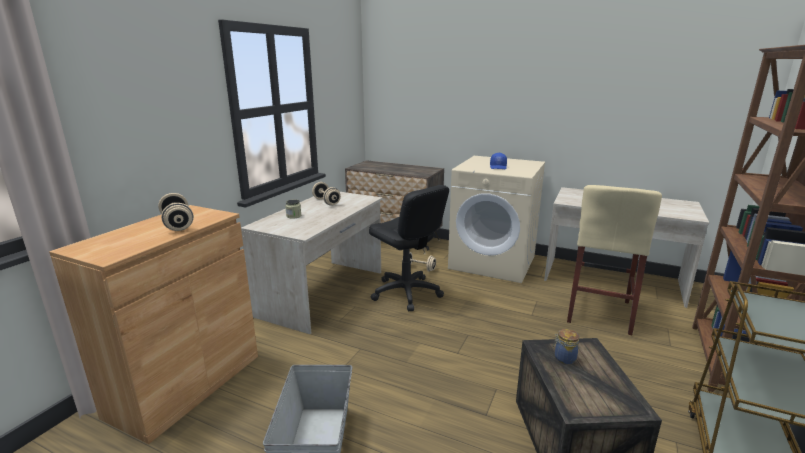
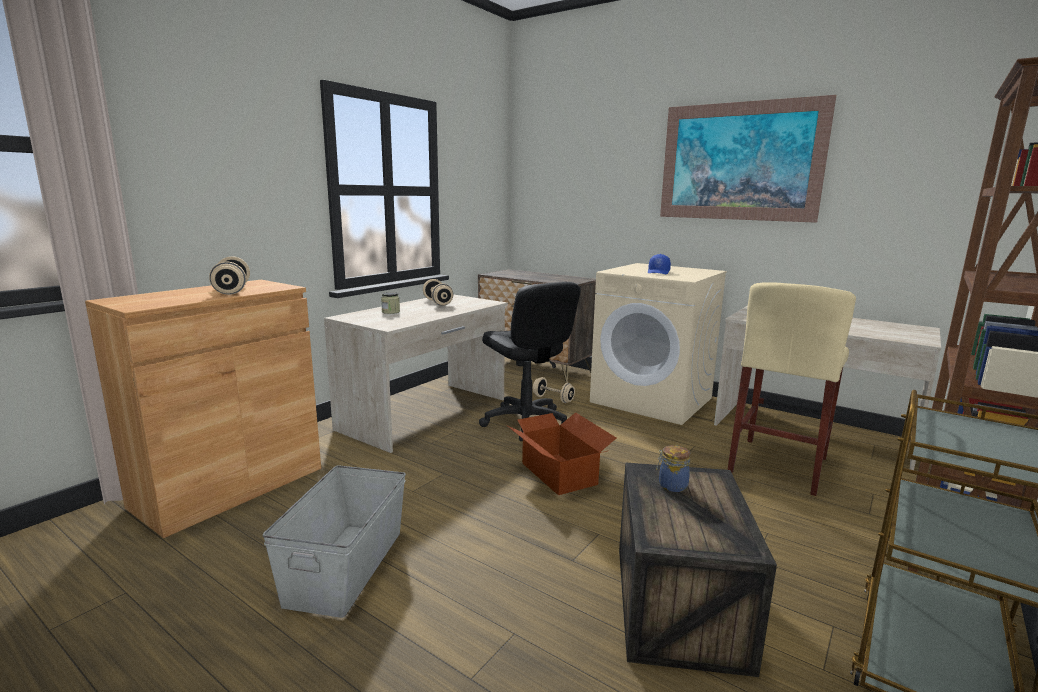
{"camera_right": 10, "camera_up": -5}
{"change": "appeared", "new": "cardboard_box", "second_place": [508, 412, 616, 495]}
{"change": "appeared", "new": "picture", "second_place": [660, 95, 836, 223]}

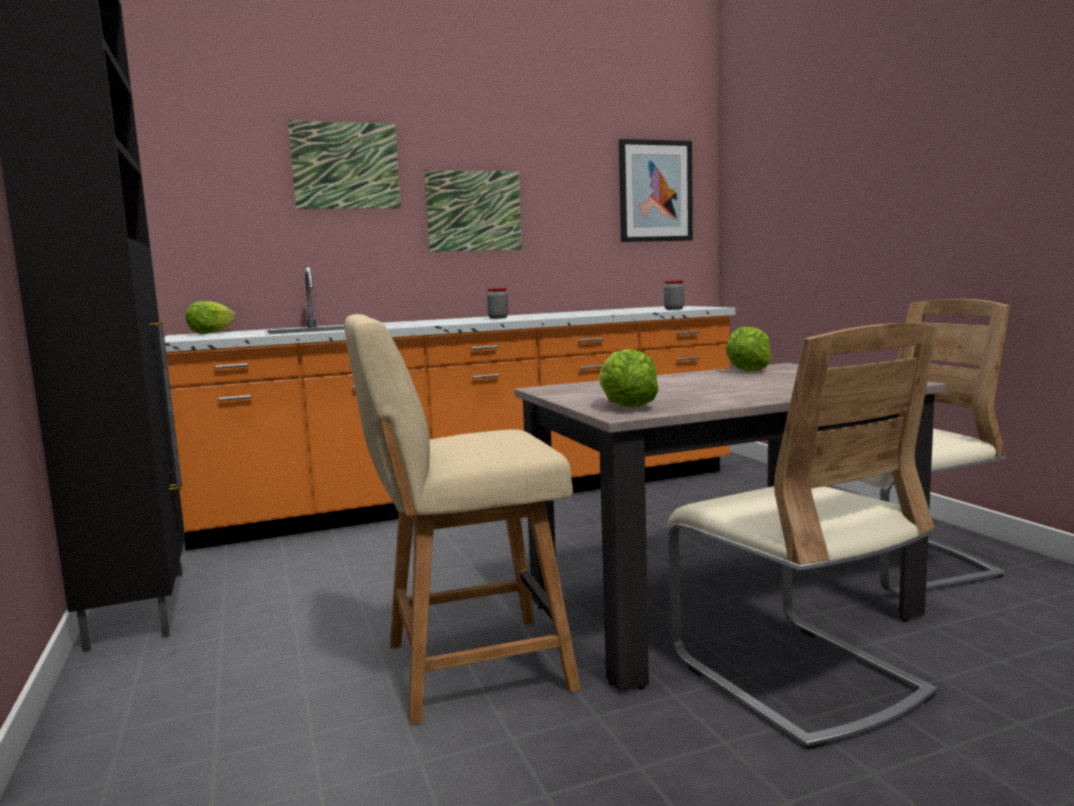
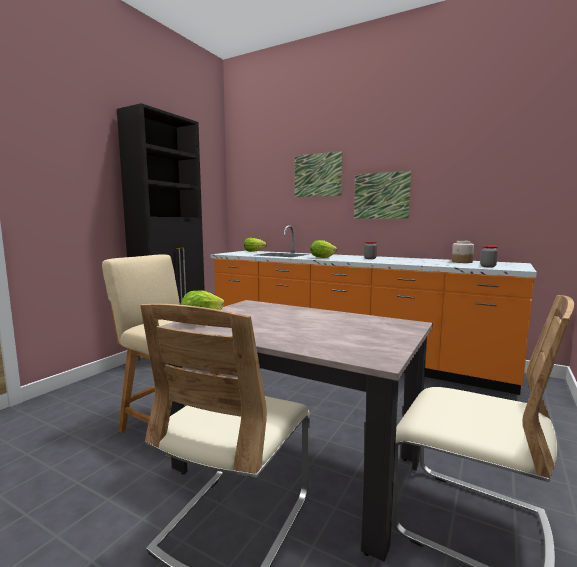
{"camera_right": 50, "camera_up": 0}
{"change": "missing", "old": "picture", "first_place": [619, 139, 693, 242]}
{"change": "relocated", "old": "lettuce", "first_place": [725, 326, 771, 371], "second_place": [310, 240, 337, 258]}
{"change": "appeared", "new": "jar", "second_place": [452, 241, 474, 263]}

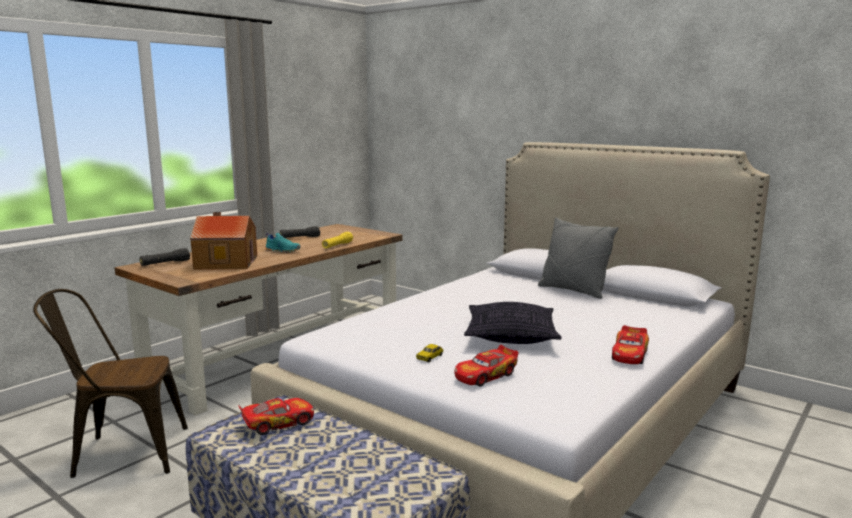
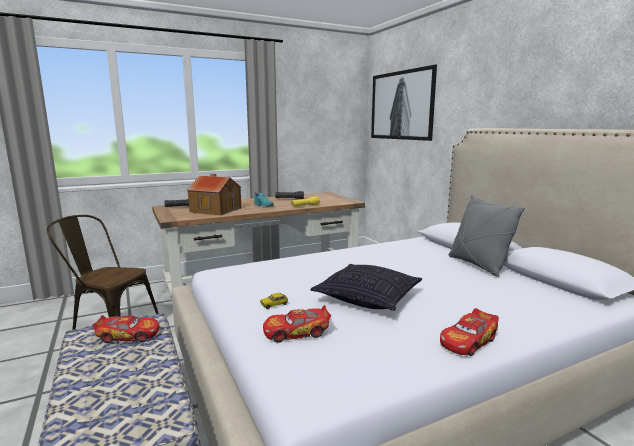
{"camera_right": 25, "camera_up": 0}
{"change": "appeared", "new": "picture", "second_place": [371, 64, 437, 141]}

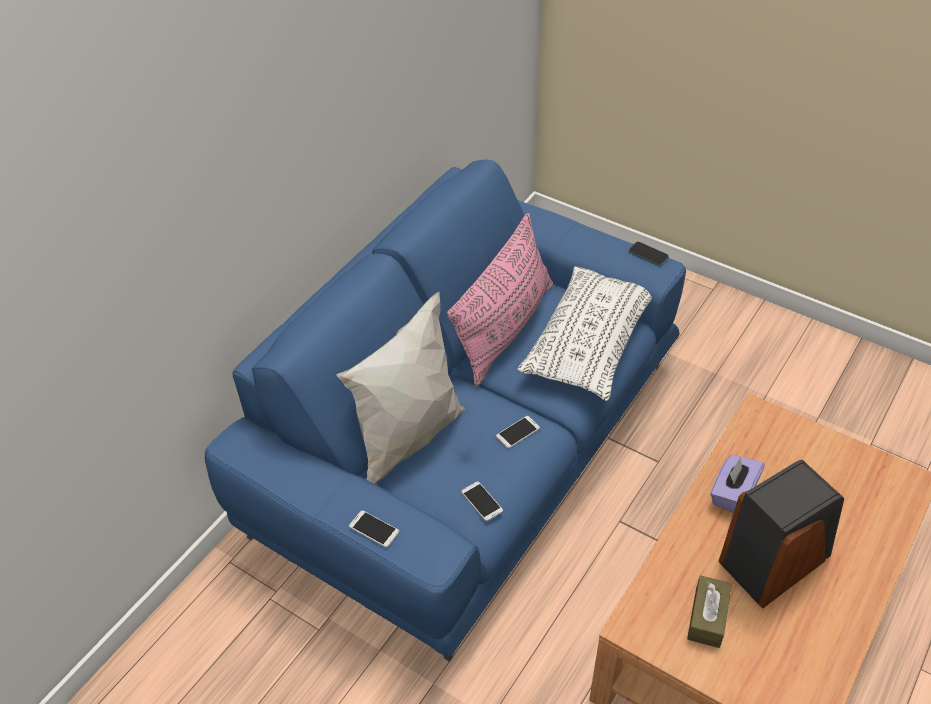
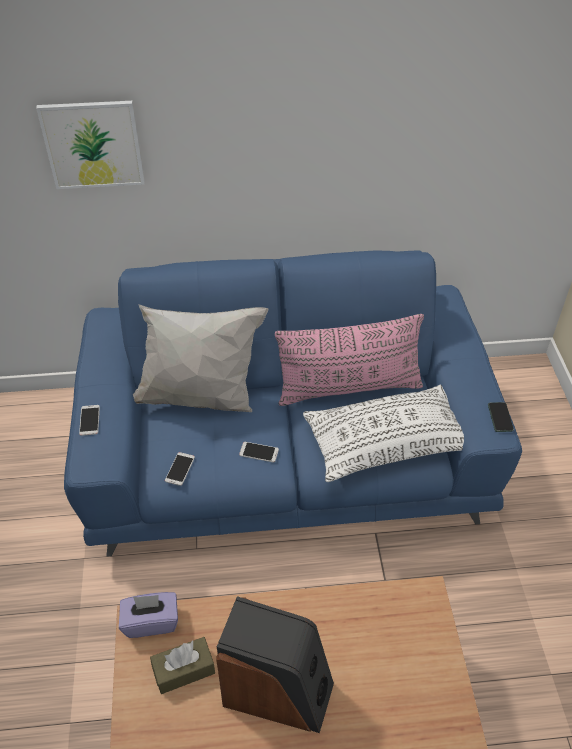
{"camera_right": 50, "camera_up": 0}
{"change": "relocated", "old": "purple_tissue_box", "first_place": [710, 455, 765, 513], "second_place": [119, 592, 178, 638]}
{"change": "appeared", "new": "picture", "second_place": [36, 101, 145, 189]}

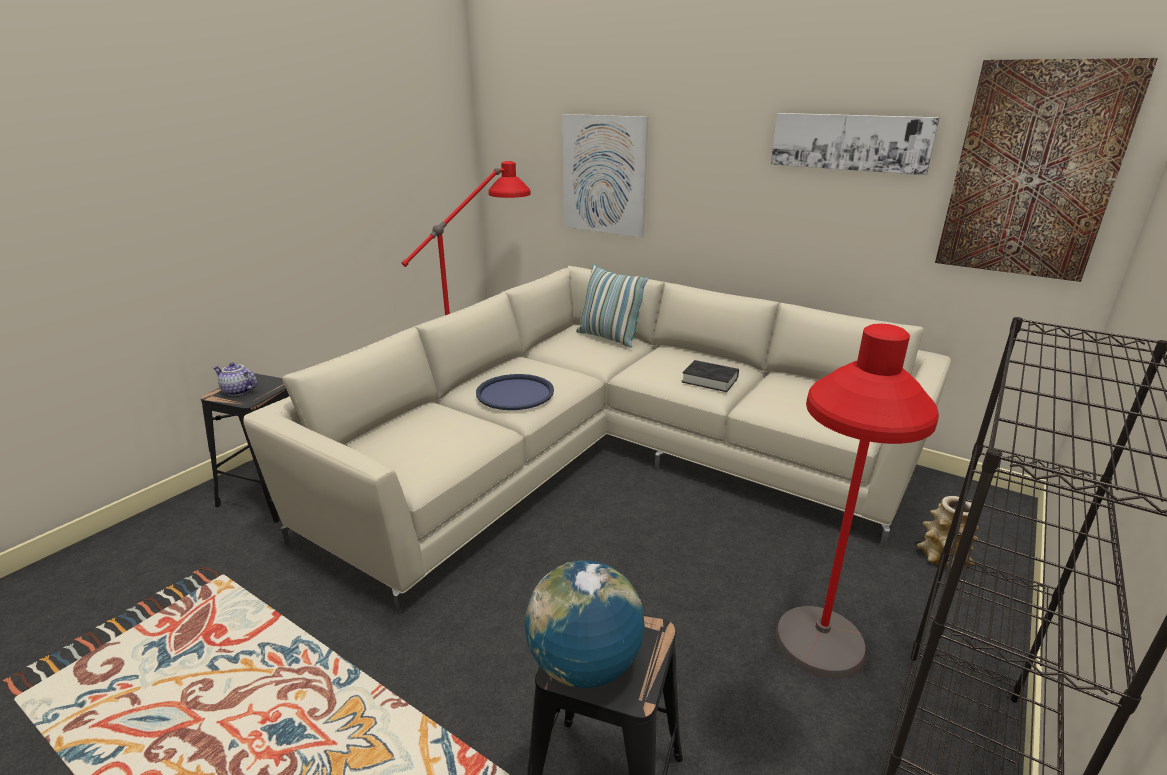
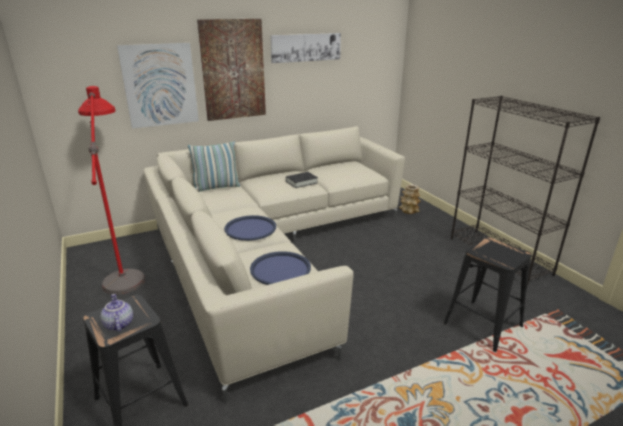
{"camera_right": -60, "camera_up": 0}
{"change": "spun", "old": "teapot", "first_place": [213, 362, 257, 396], "second_place": [101, 294, 133, 332], "degrees": 105}
{"change": "missing", "old": "globe", "first_place": [525, 561, 645, 688]}
{"change": "missing", "old": "red_floor_lamp", "first_place": [775, 324, 939, 678]}
{"change": "relocated", "old": "picture", "first_place": [935, 58, 1158, 282], "second_place": [197, 19, 266, 121]}
{"change": "appeared", "new": "blue_tray", "second_place": [250, 251, 311, 285]}

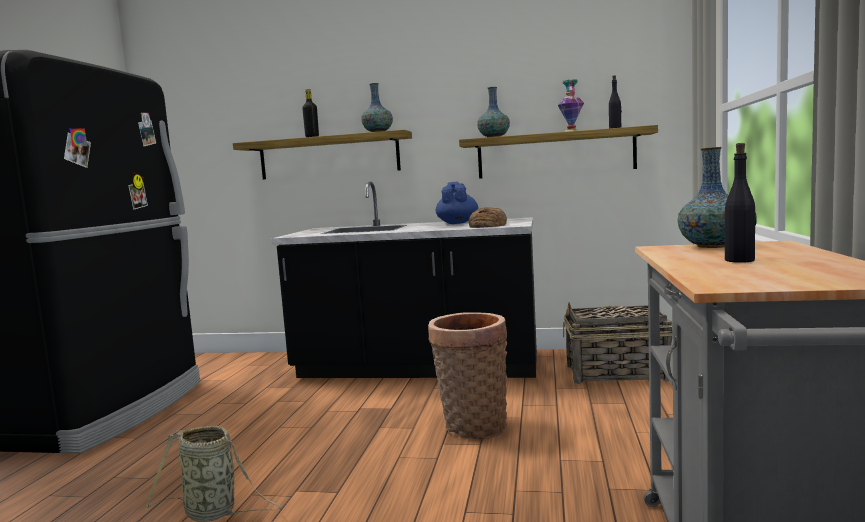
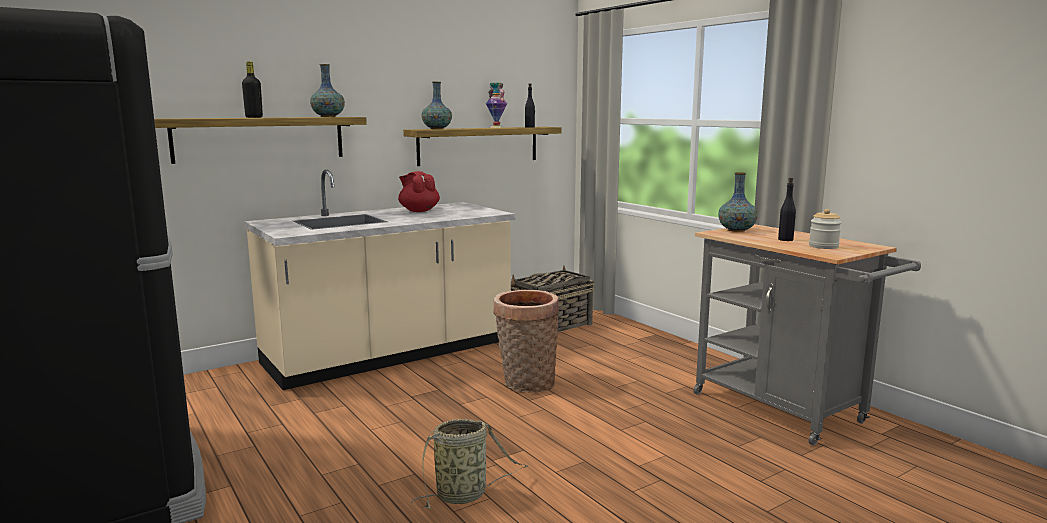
{"camera_right": -45, "camera_up": 5}
{"change": "colour", "old": "black_counter", "new": "beige_counter", "first_place": [272, 181, 537, 378], "second_place": [244, 169, 515, 390]}
{"change": "colour", "old": "blue_teapot", "new": "red_teapot", "first_place": [436, 182, 478, 224], "second_place": [398, 171, 440, 212]}
{"change": "missing", "old": "bread", "first_place": [468, 207, 507, 228]}
{"change": "appeared", "new": "jar", "second_place": [809, 209, 842, 249]}

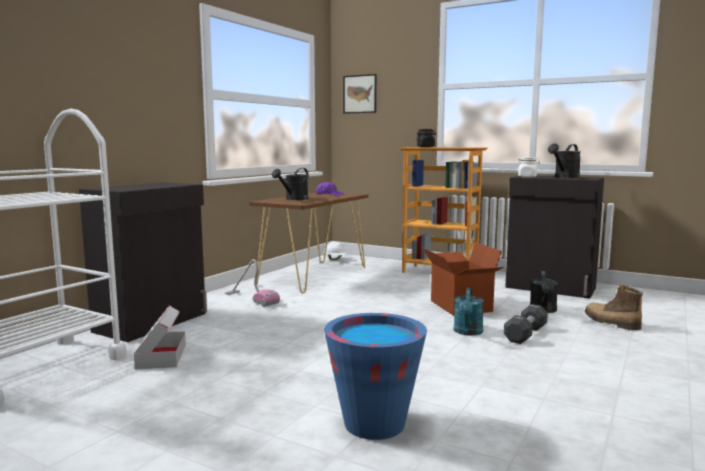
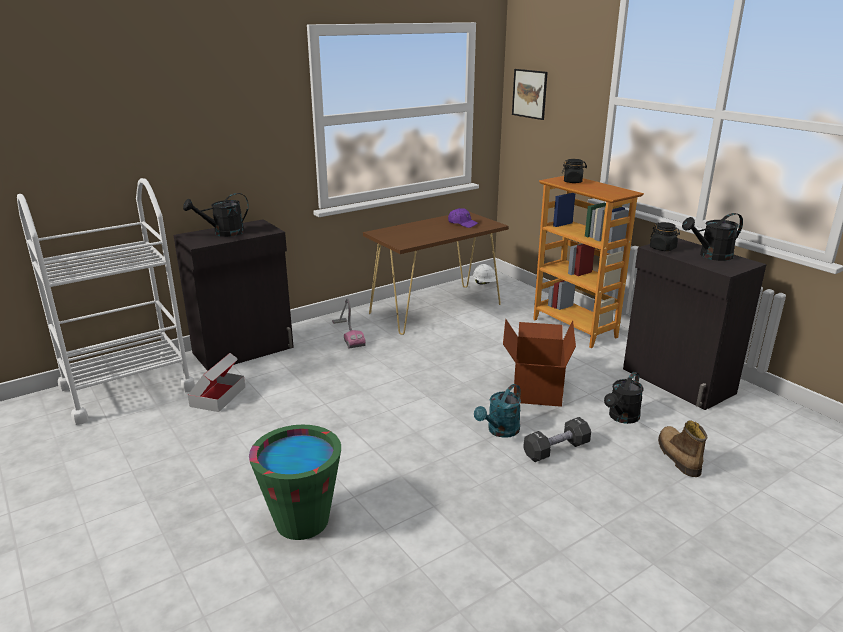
{"camera_right": 25, "camera_up": 15}
{"change": "relocated", "old": "black_watering_can", "first_place": [272, 168, 309, 200], "second_place": [183, 193, 249, 237]}
{"change": "colour", "old": "blue_bucket", "new": "green_bucket", "first_place": [324, 313, 427, 440], "second_place": [249, 425, 341, 540]}
{"change": "colour", "old": "white_jar", "new": "black_jar", "first_place": [517, 157, 540, 178], "second_place": [650, 222, 680, 251]}

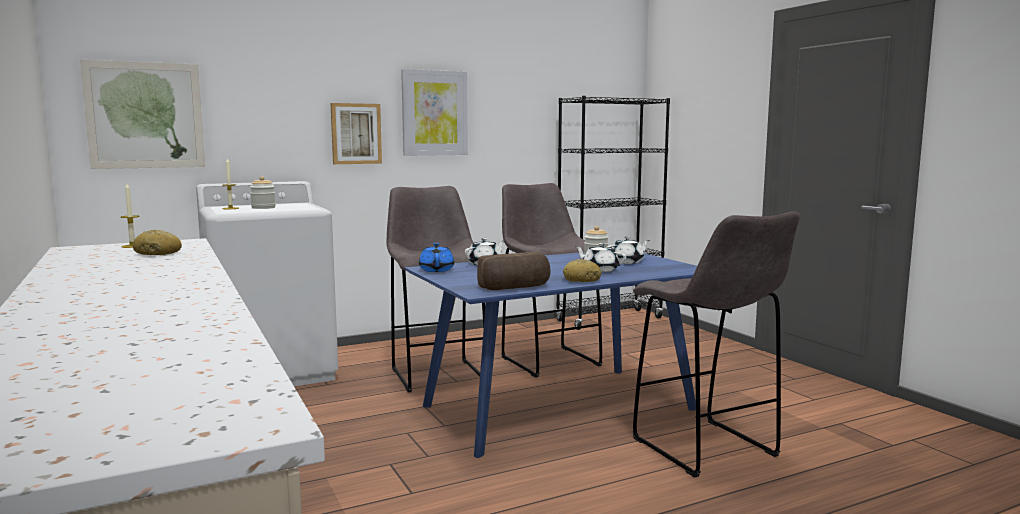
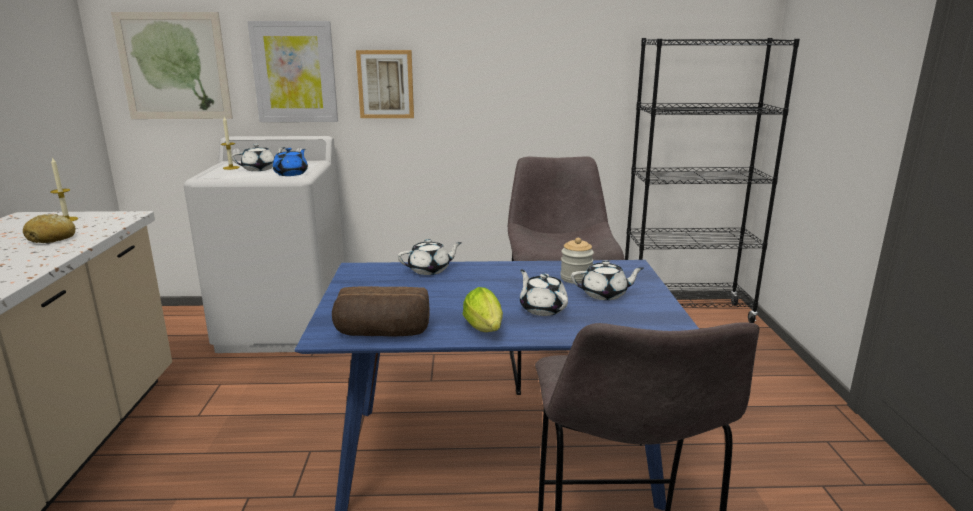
{"camera_right": 25, "camera_up": 10}
{"change": "exchanged", "old": "jar", "new": "white_teapot", "first_place": [250, 176, 276, 209], "second_place": [231, 144, 286, 171]}
{"change": "missing", "old": "grey_stool", "first_place": [387, 186, 485, 393]}
{"change": "relocated", "old": "picture", "first_place": [401, 69, 468, 156], "second_place": [247, 21, 338, 122]}
{"change": "relocated", "old": "blue_teapot", "first_place": [419, 243, 454, 272], "second_place": [273, 148, 308, 176]}
{"change": "exchanged", "old": "bread", "new": "lettuce", "first_place": [563, 259, 601, 282], "second_place": [463, 287, 503, 332]}

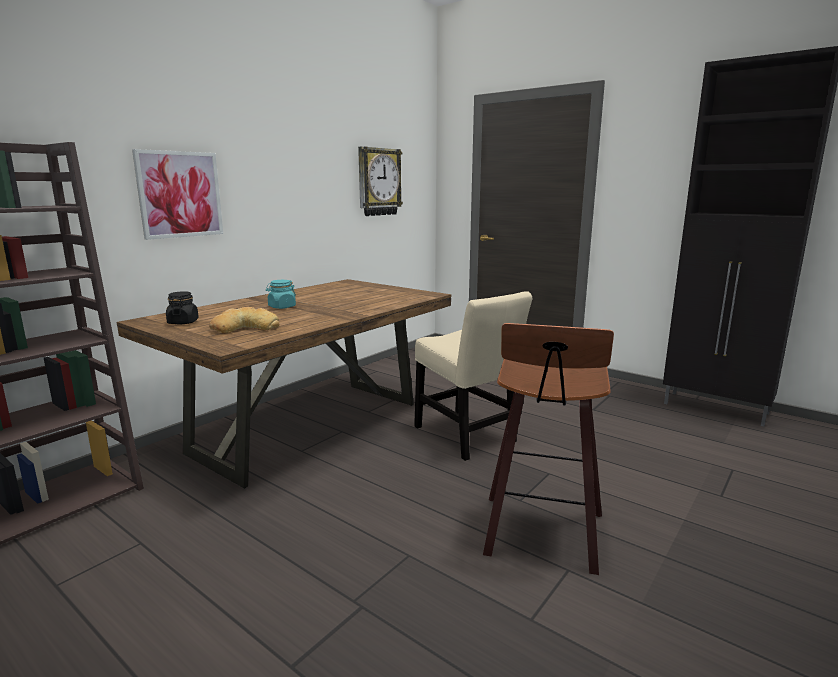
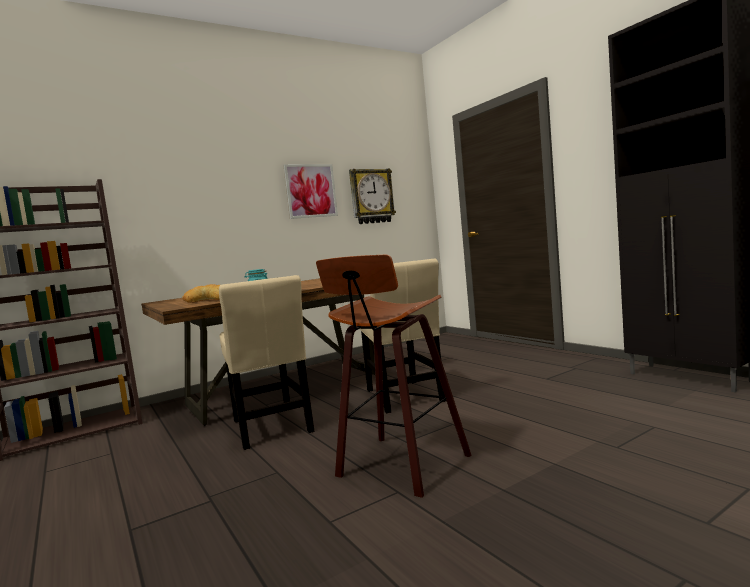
{"camera_right": 20, "camera_up": -10}
{"change": "relocated", "old": "picture", "first_place": [132, 149, 223, 240], "second_place": [283, 164, 338, 219]}
{"change": "missing", "old": "black_jar", "first_place": [166, 291, 199, 324]}
{"change": "appeared", "new": "beige_chair", "second_place": [219, 275, 314, 450]}

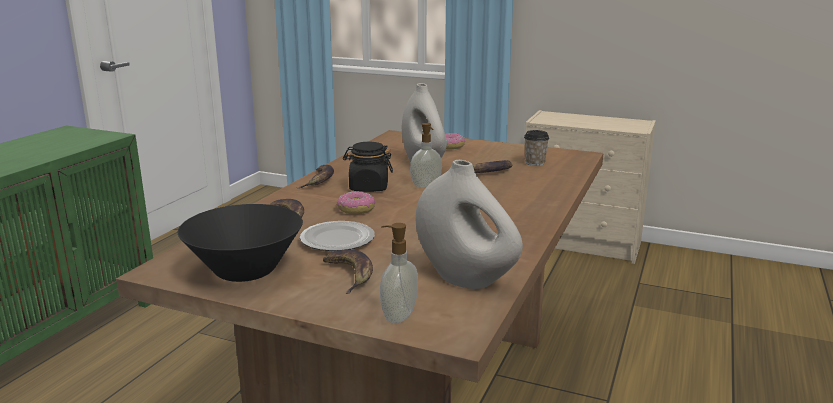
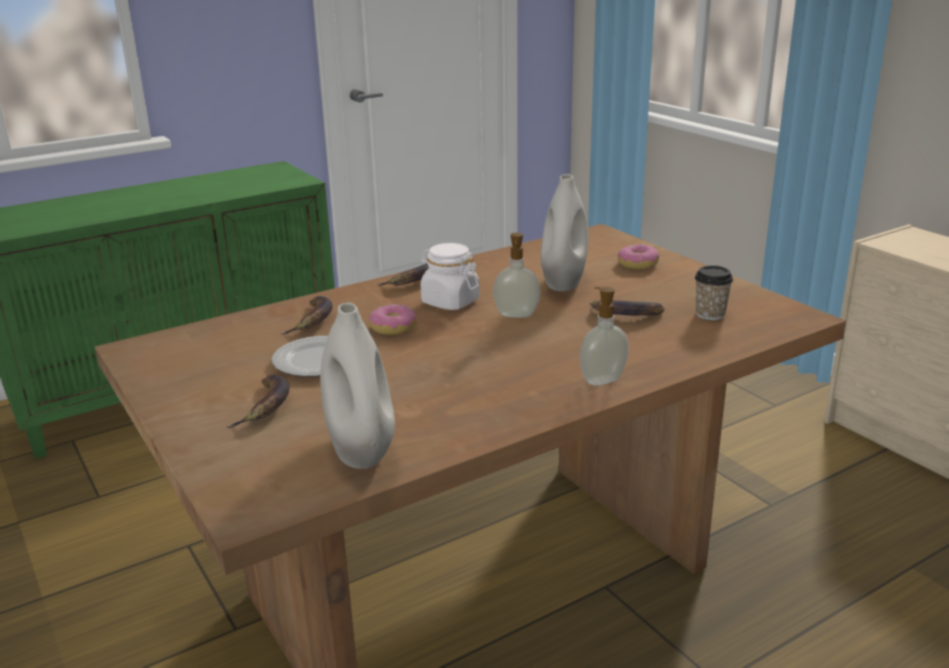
{"camera_right": 35, "camera_up": 5}
{"change": "missing", "old": "black_bowl", "first_place": [178, 204, 303, 282]}
{"change": "colour", "old": "black_jar", "new": "white_jar", "first_place": [343, 142, 393, 192], "second_place": [420, 243, 480, 310]}
{"change": "relocated", "old": "soap_dispenser", "first_place": [380, 223, 418, 323], "second_place": [580, 287, 629, 386]}

